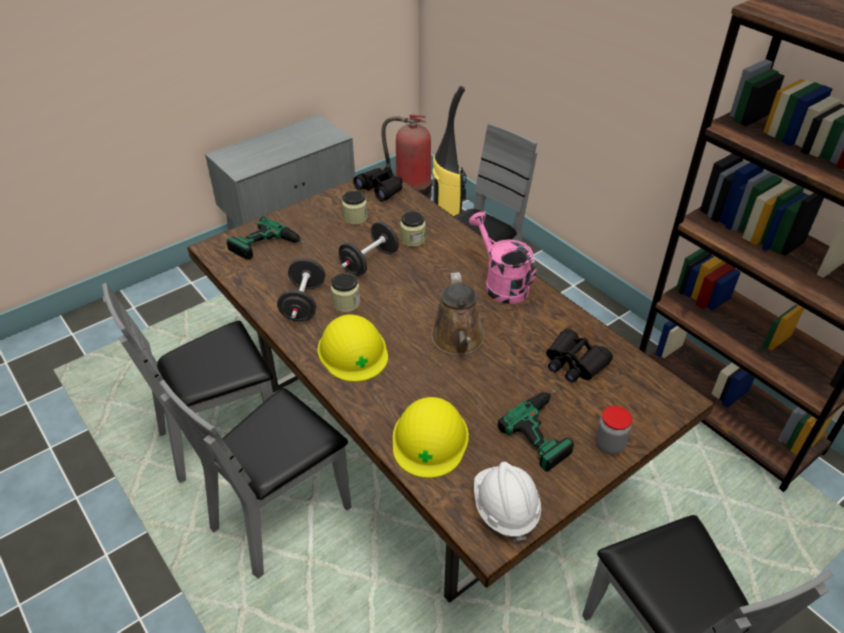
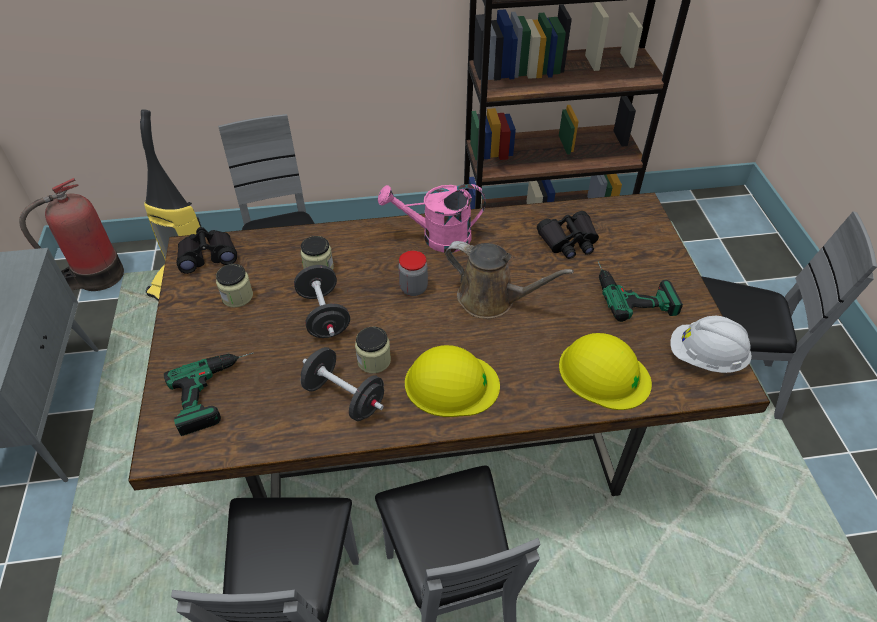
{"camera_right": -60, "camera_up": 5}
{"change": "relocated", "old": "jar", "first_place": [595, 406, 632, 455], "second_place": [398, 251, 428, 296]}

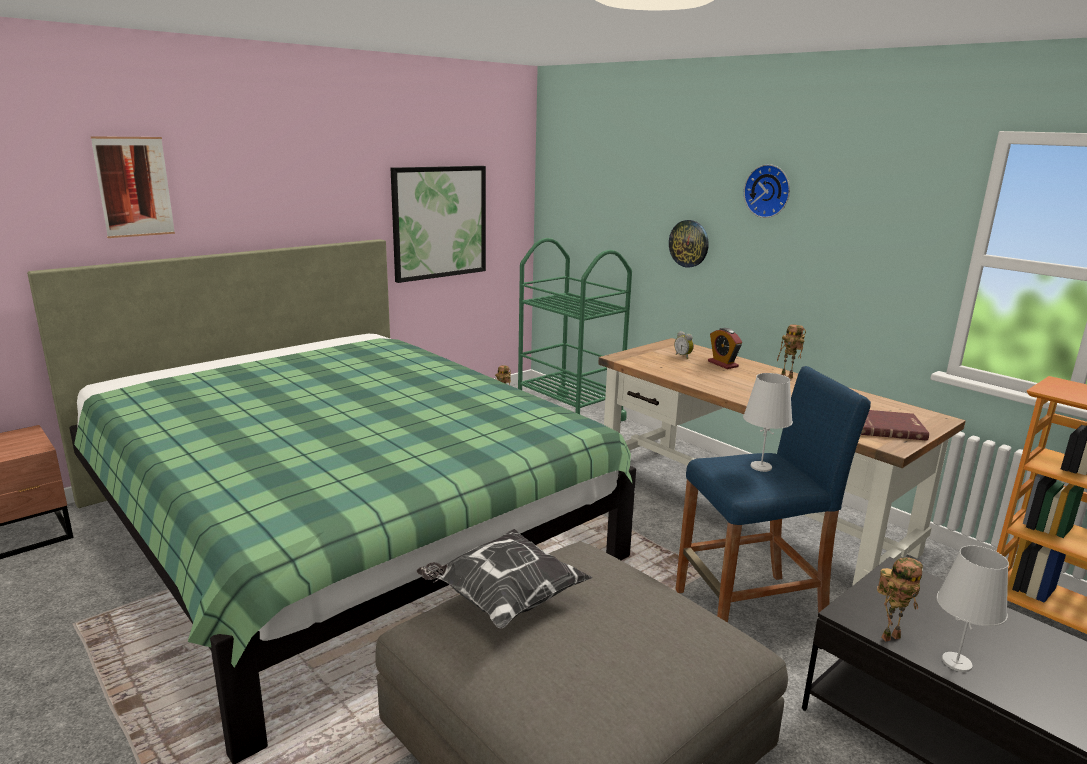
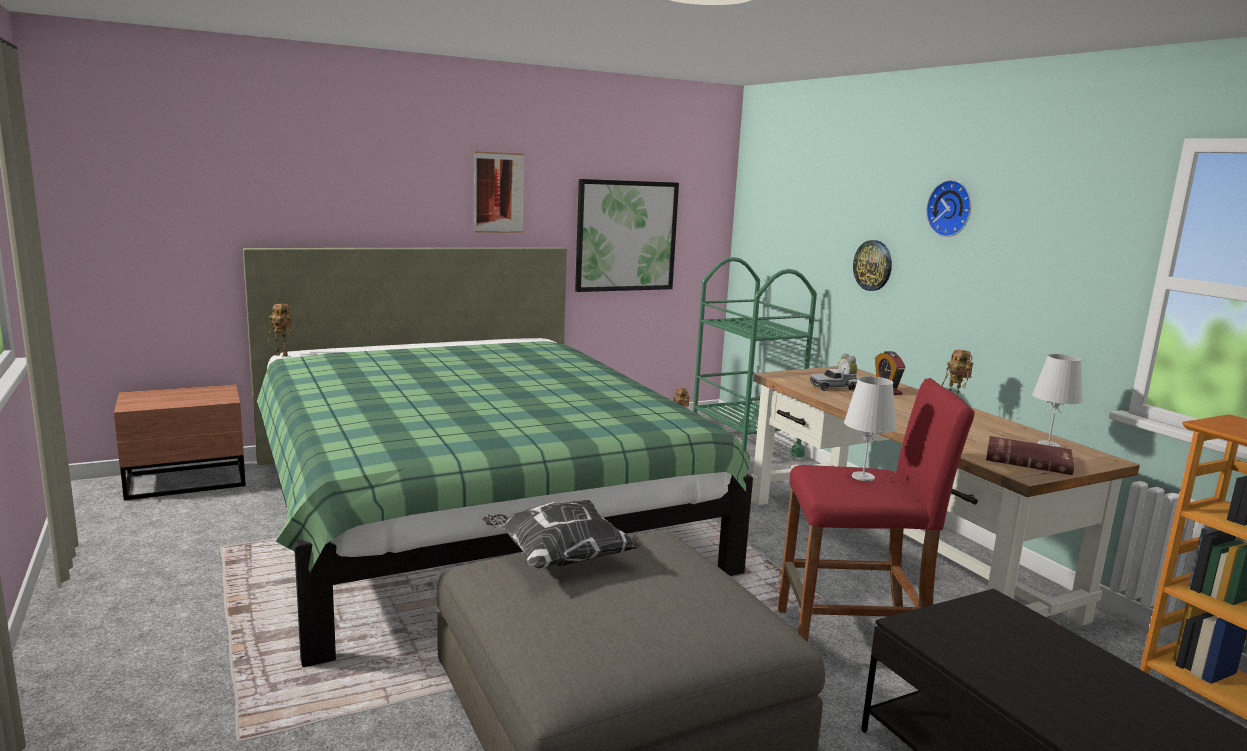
{"camera_right": 15, "camera_up": -5}
{"change": "relocated", "old": "picture", "first_place": [91, 136, 175, 238], "second_place": [474, 151, 524, 233]}
{"change": "colour", "old": "blue_stool", "new": "red_stool", "first_place": [676, 366, 871, 623], "second_place": [778, 378, 974, 642]}
{"change": "relocated", "old": "toy_robot", "first_place": [877, 557, 923, 641], "second_place": [268, 304, 292, 356]}
{"change": "relocated", "old": "white_table_lamp", "first_place": [936, 546, 1009, 672], "second_place": [1032, 354, 1083, 447]}
{"change": "appeared", "new": "toy_truck", "second_place": [810, 369, 858, 391]}

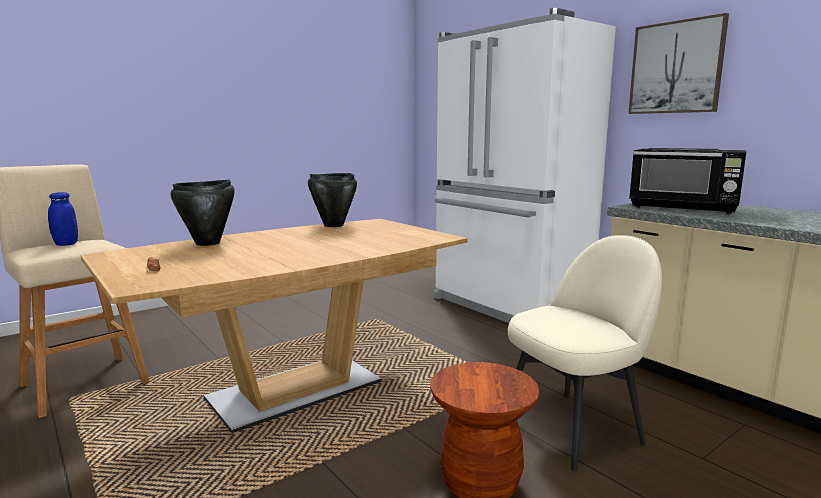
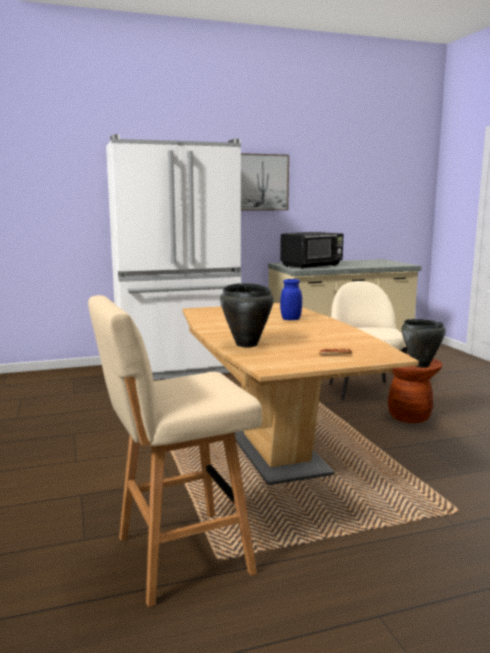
{"camera_right": -70, "camera_up": 0}
{"change": "relocated", "old": "blue_jar", "first_place": [48, 192, 78, 246], "second_place": [280, 279, 302, 320]}
{"change": "relocated", "old": "black_cooking_pot", "first_place": [308, 173, 357, 227], "second_place": [402, 319, 446, 368]}

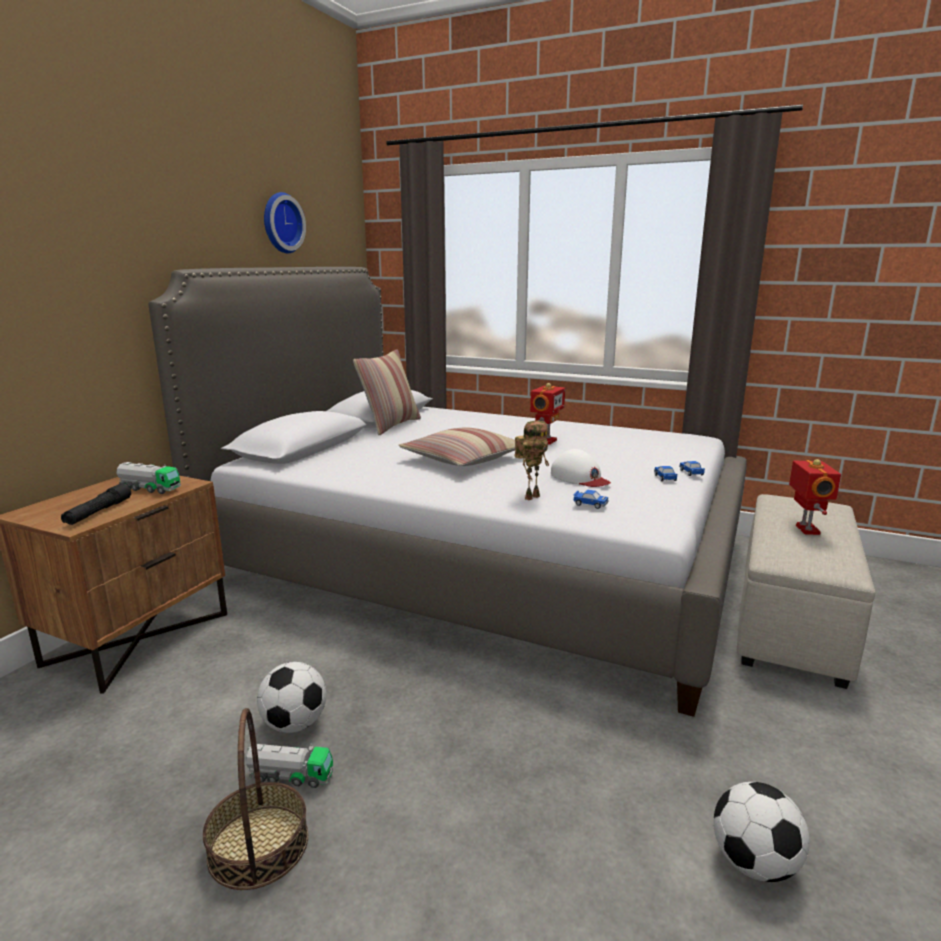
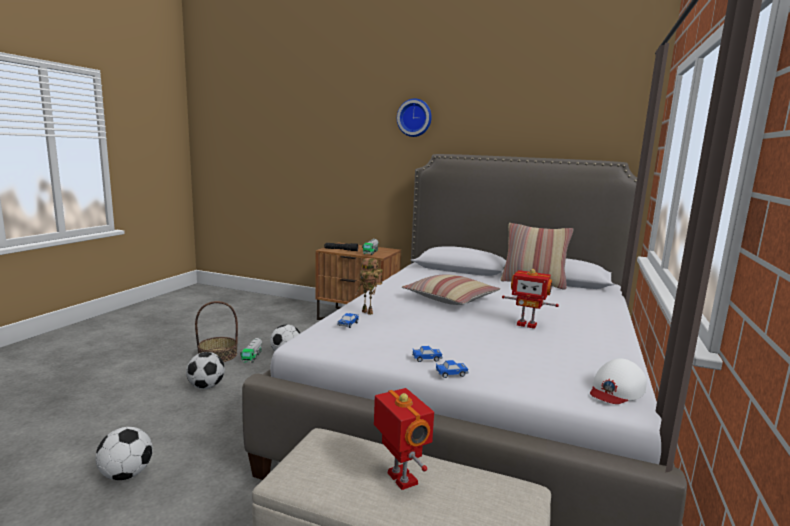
{"camera_right": 85, "camera_up": -5}
{"change": "relocated", "old": "wall_clock", "first_place": [264, 192, 306, 253], "second_place": [397, 98, 432, 137]}
{"change": "relocated", "old": "white_cap", "first_place": [551, 449, 611, 487], "second_place": [590, 358, 647, 404]}
{"change": "spun", "old": "toy_robot", "first_place": [789, 459, 841, 535], "second_place": [374, 388, 434, 490], "degrees": -120}
{"change": "appeared", "new": "football", "second_place": [186, 352, 225, 389]}

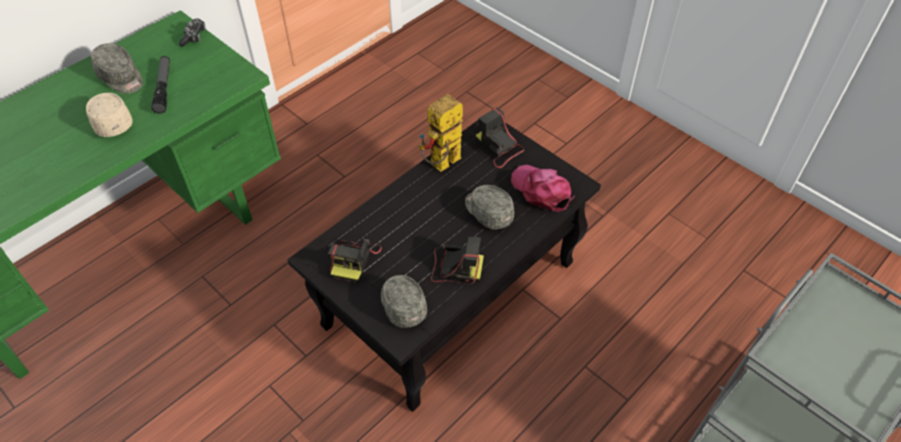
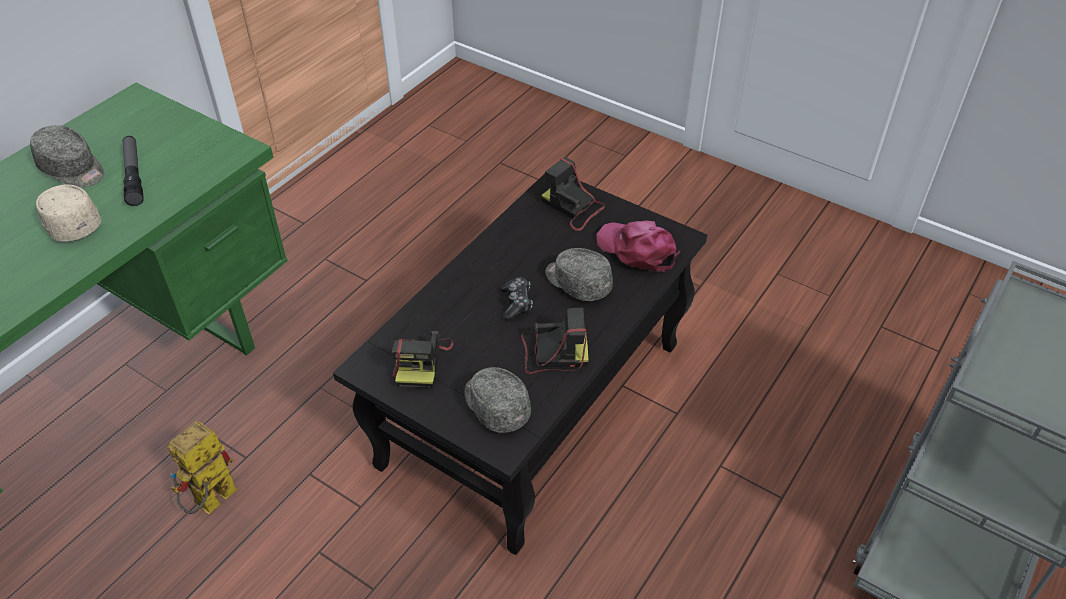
{"camera_right": -10, "camera_up": -5}
{"change": "relocated", "old": "game_controller", "first_place": [179, 19, 206, 47], "second_place": [501, 277, 533, 320]}
{"change": "relocated", "old": "toy_robot", "first_place": [418, 94, 463, 172], "second_place": [168, 421, 238, 514]}

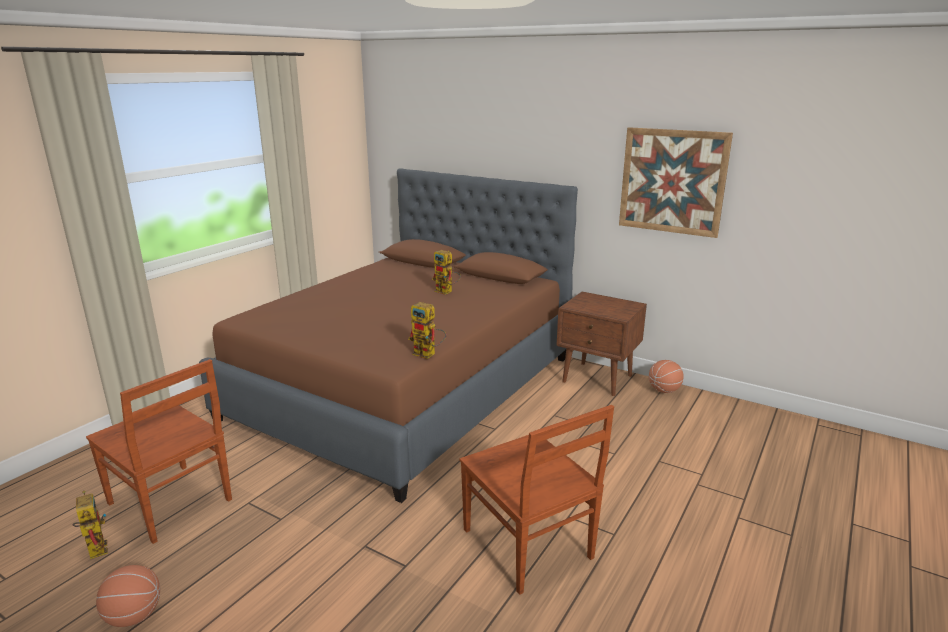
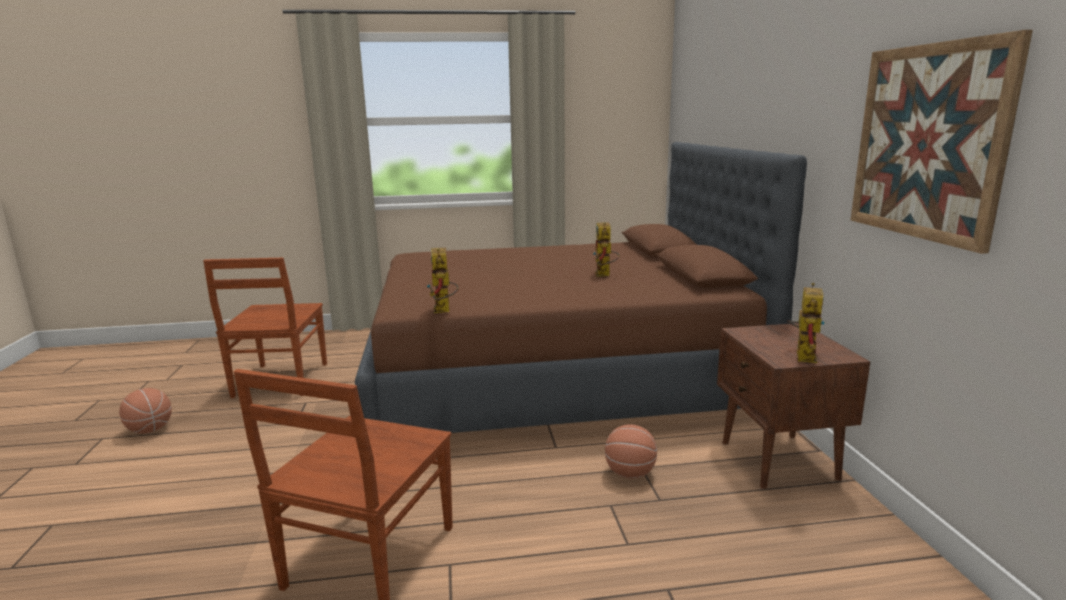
{"camera_right": 50, "camera_up": -5}
{"change": "relocated", "old": "toy_robot", "first_place": [73, 490, 108, 559], "second_place": [787, 283, 825, 363]}
{"change": "relocated", "old": "basketball", "first_place": [649, 360, 684, 393], "second_place": [605, 424, 657, 479]}

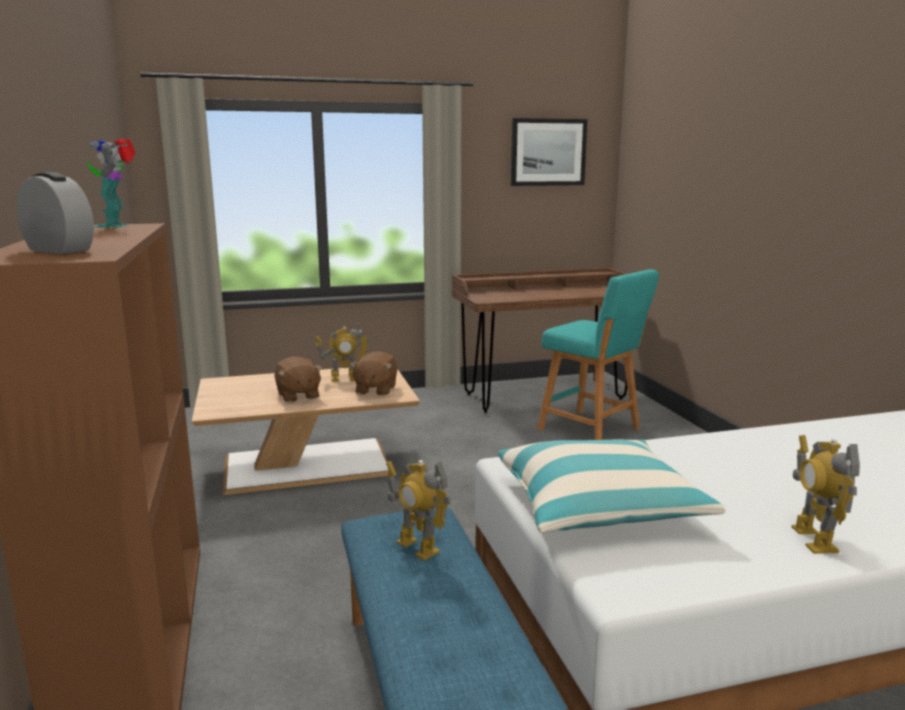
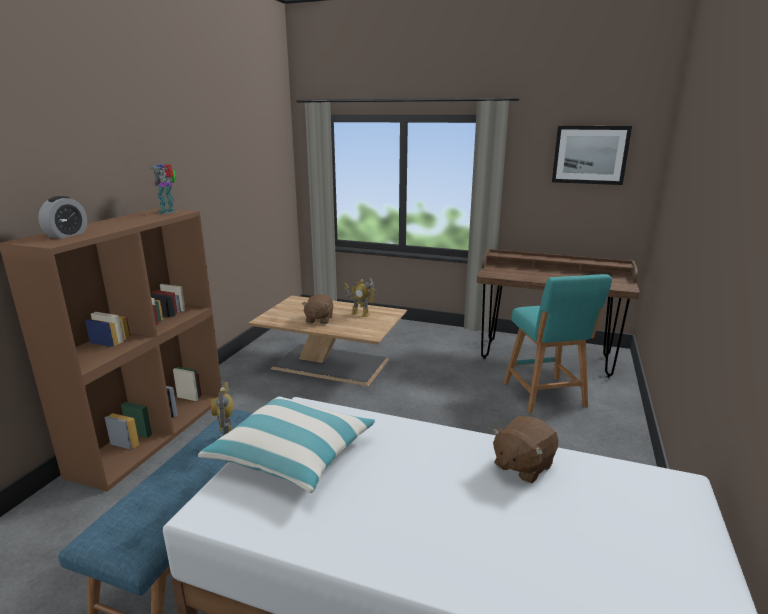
{"camera_right": 35, "camera_up": 5}
{"change": "spun", "old": "alarm_clock", "first_place": [17, 172, 94, 254], "second_place": [38, 196, 87, 238], "degrees": 45}
{"change": "relocated", "old": "brown_plush_toy", "first_place": [350, 351, 398, 396], "second_place": [493, 416, 558, 483]}
{"change": "missing", "old": "toy_robot", "first_place": [792, 435, 860, 554]}

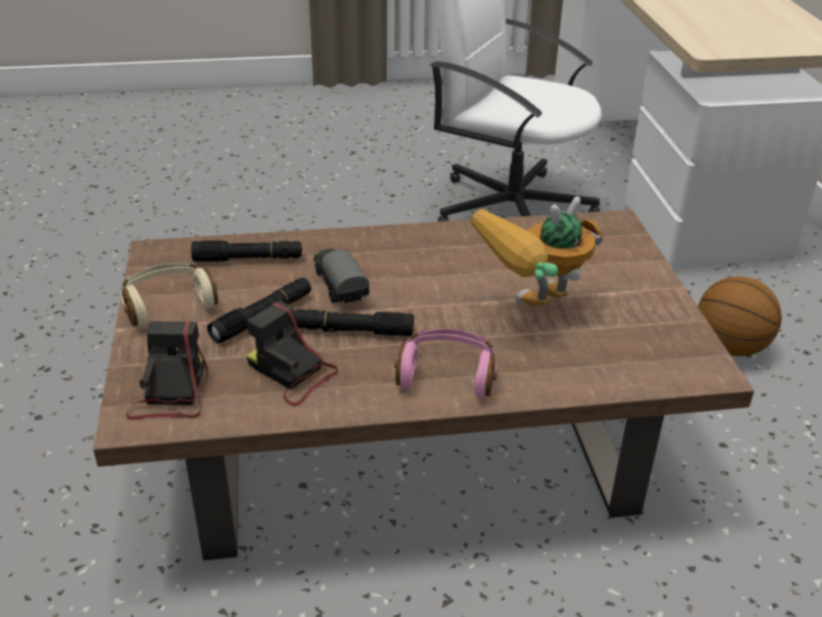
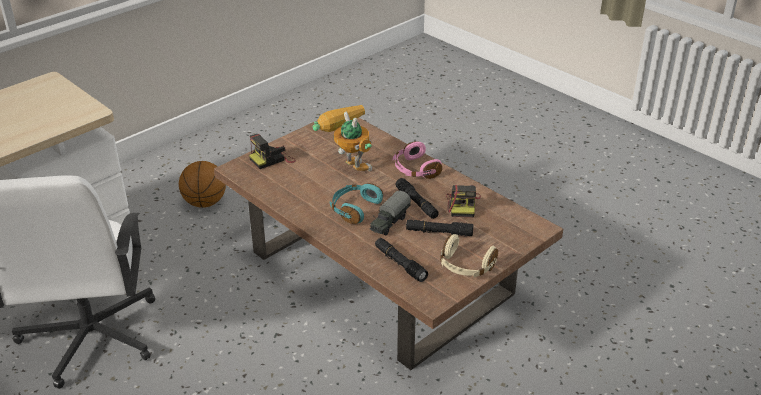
{"camera_right": -125, "camera_up": 0}
{"change": "relocated", "old": "photo_camera", "first_place": [126, 321, 208, 420], "second_place": [249, 134, 296, 169]}
{"change": "spun", "old": "toy_robot", "first_place": [471, 196, 603, 306], "second_place": [313, 105, 372, 171], "degrees": -150}
{"change": "appeared", "new": "turquoise_headphones", "second_place": [330, 183, 383, 224]}

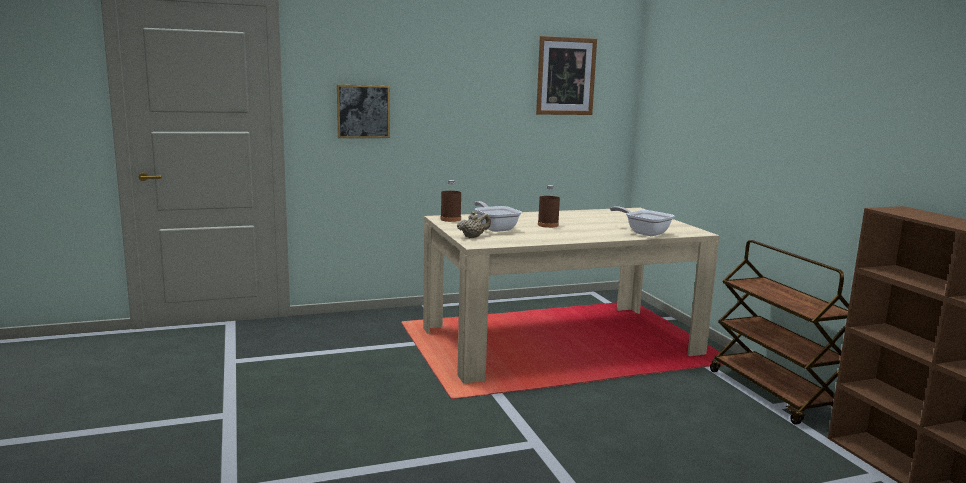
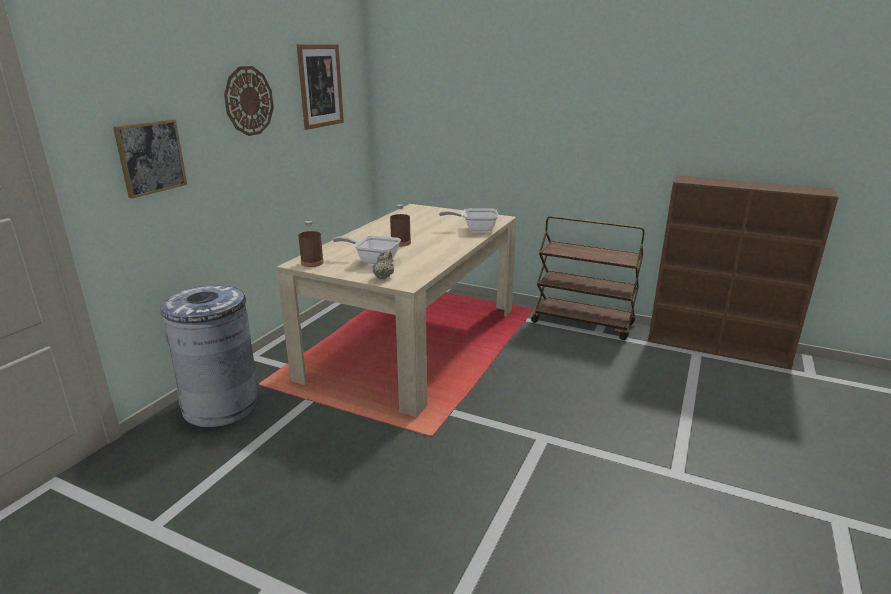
{"camera_right": -45, "camera_up": 10}
{"change": "appeared", "new": "grey_trash_can", "second_place": [160, 286, 258, 428]}
{"change": "appeared", "new": "wall_clock", "second_place": [224, 66, 274, 136]}

